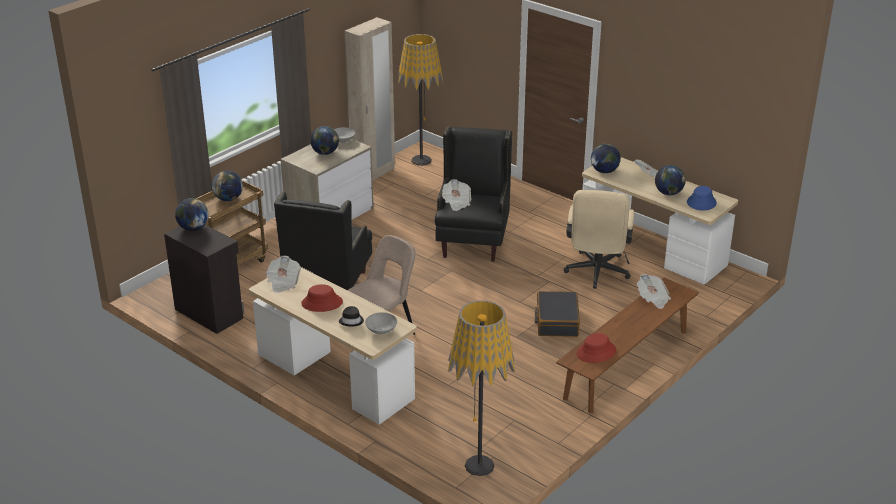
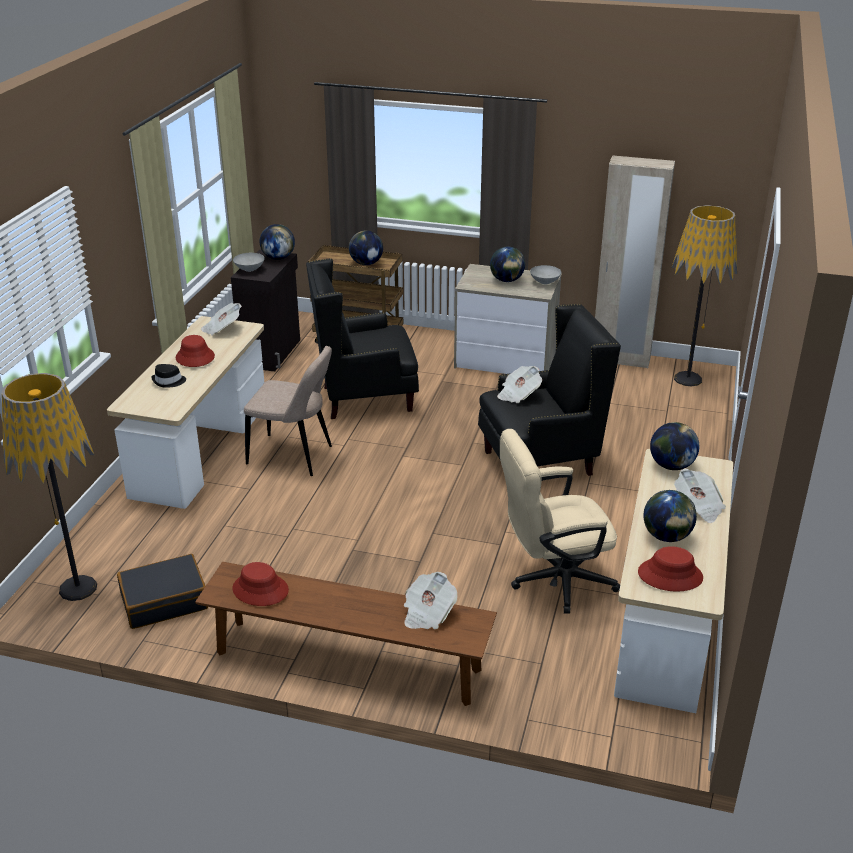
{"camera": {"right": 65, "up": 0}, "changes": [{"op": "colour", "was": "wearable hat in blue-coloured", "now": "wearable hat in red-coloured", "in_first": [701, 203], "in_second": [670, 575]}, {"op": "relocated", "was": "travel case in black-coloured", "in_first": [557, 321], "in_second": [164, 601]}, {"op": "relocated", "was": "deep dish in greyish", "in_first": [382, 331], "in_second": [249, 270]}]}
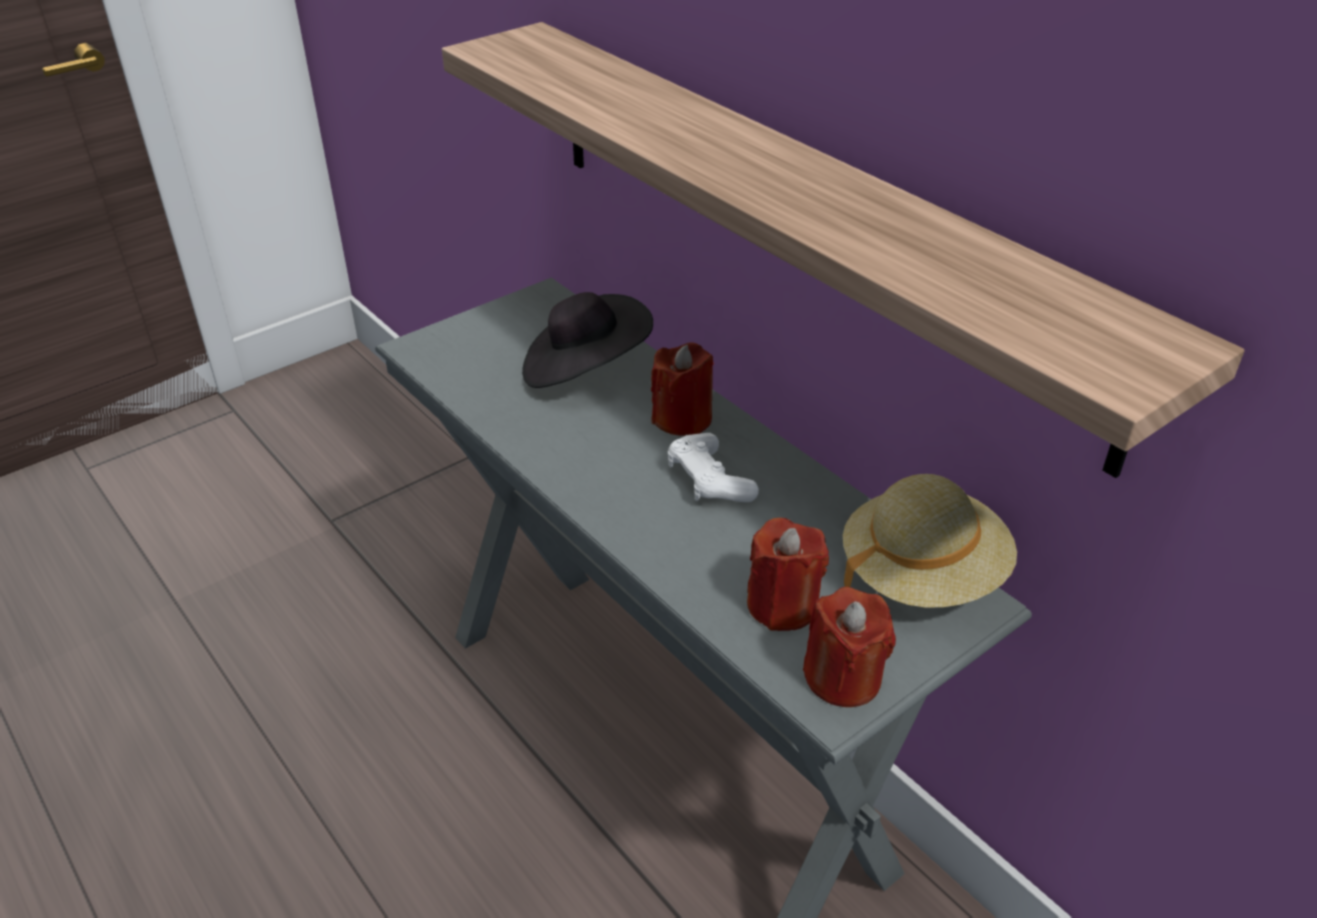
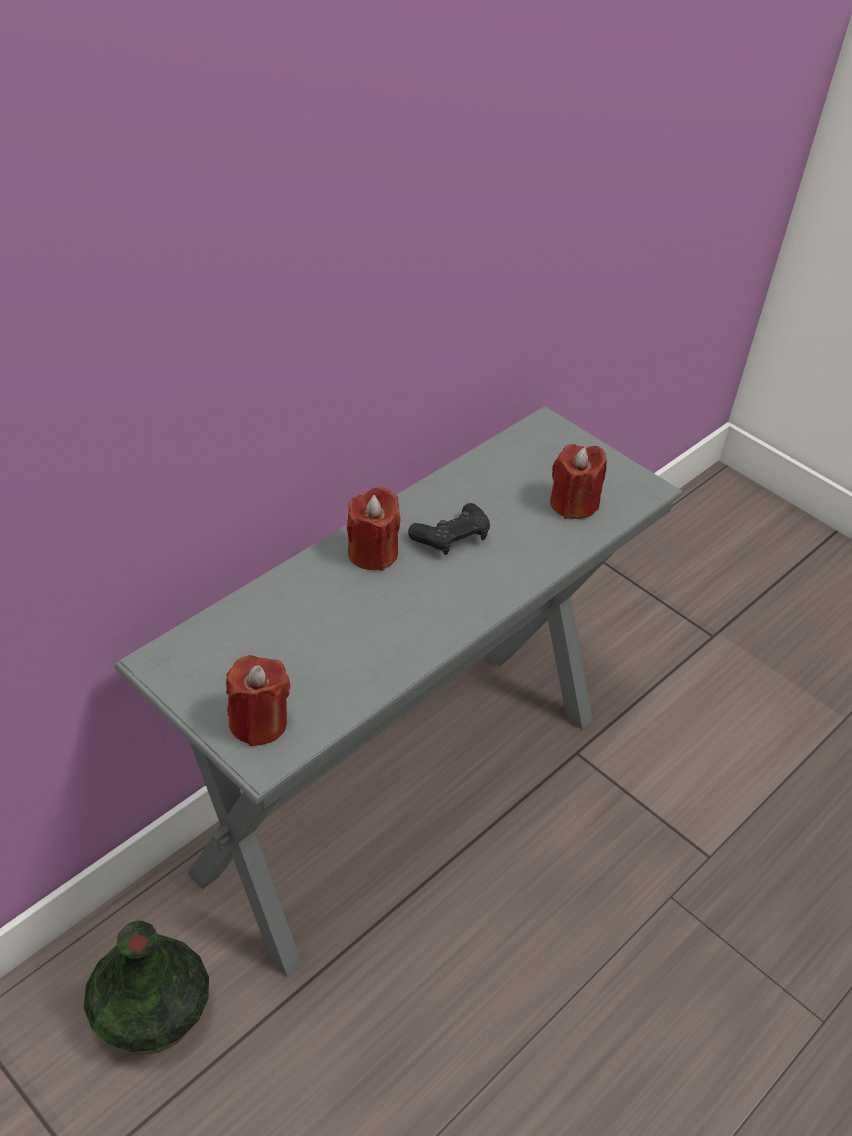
{"camera": {"right": -100, "up": 5}, "changes": [{"op": "missing", "was": "shelf", "in_first": [802, 220]}, {"op": "missing", "was": "wearable hat in black-coloured", "in_first": [584, 370]}, {"op": "colour", "was": "gamepad in white-coloured", "now": "gamepad in black-coloured", "in_first": [709, 481], "in_second": [451, 537]}, {"op": "missing", "was": "wearable hat in sand-coloured", "in_first": [922, 574]}, {"op": "relocated", "was": "wax candle in red-coloured", "in_first": [843, 678], "in_second": [258, 722]}, {"op": "appeared", "now": "flower vase", "in_second": [150, 1013]}]}
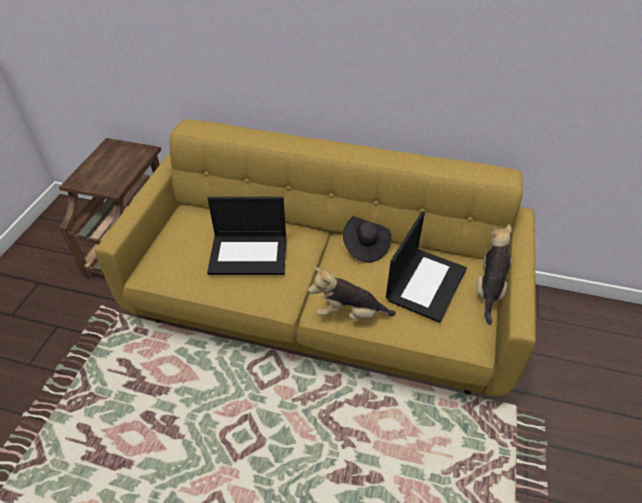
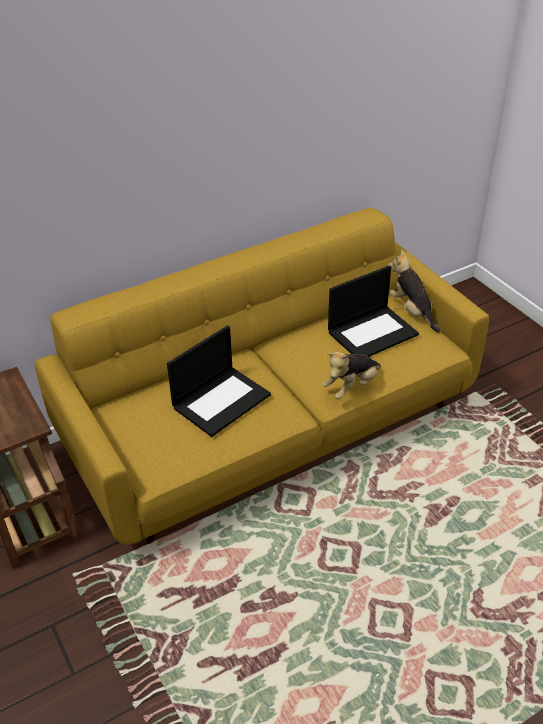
{"camera": {"right": -45, "up": -5}, "changes": [{"op": "spun", "was": "portable computer", "in_first": [426, 283], "in_second": [372, 332], "clockwise": 75}, {"op": "missing", "was": "wearable hat in black-coloured", "in_first": [365, 246]}]}
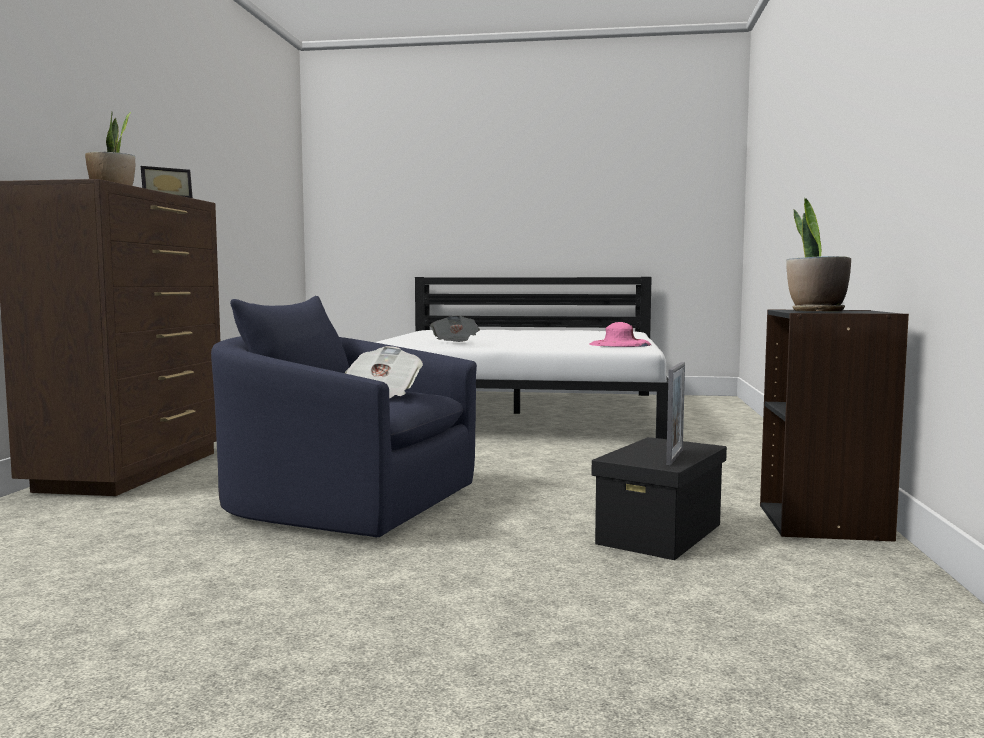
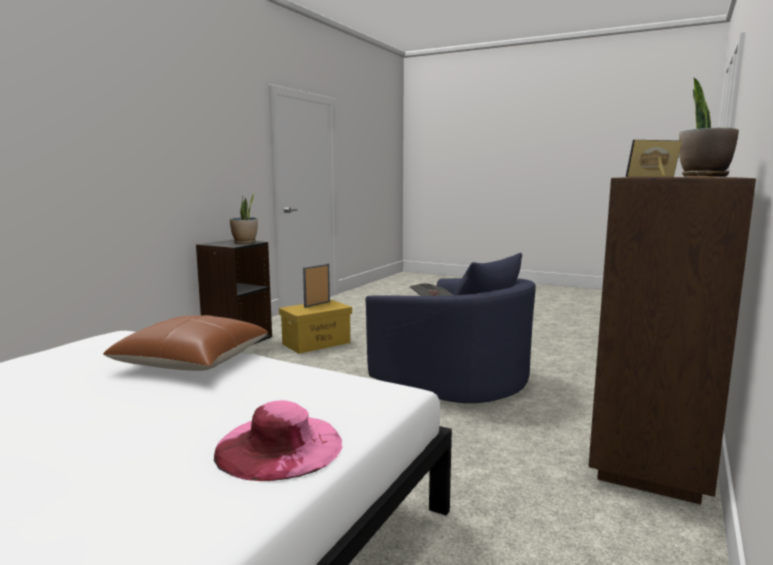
{"camera": {"right": -160, "up": 5}, "changes": [{"op": "missing", "was": "daily paper", "in_first": [455, 343]}, {"op": "relocated", "was": "wearable hat in pink", "in_first": [619, 344], "in_second": [279, 446]}, {"op": "colour", "was": "storage container in black-coloured", "now": "storage container in yellow-coloured", "in_first": [659, 533], "in_second": [316, 343]}, {"op": "appeared", "now": "pillow in brownish", "in_second": [192, 361]}]}
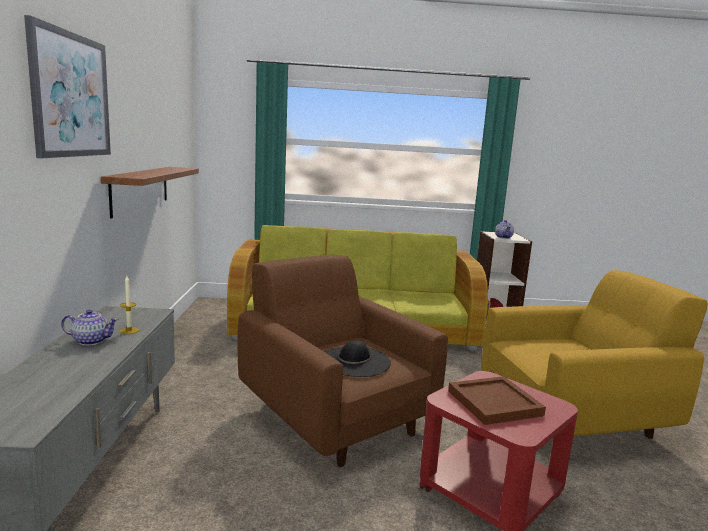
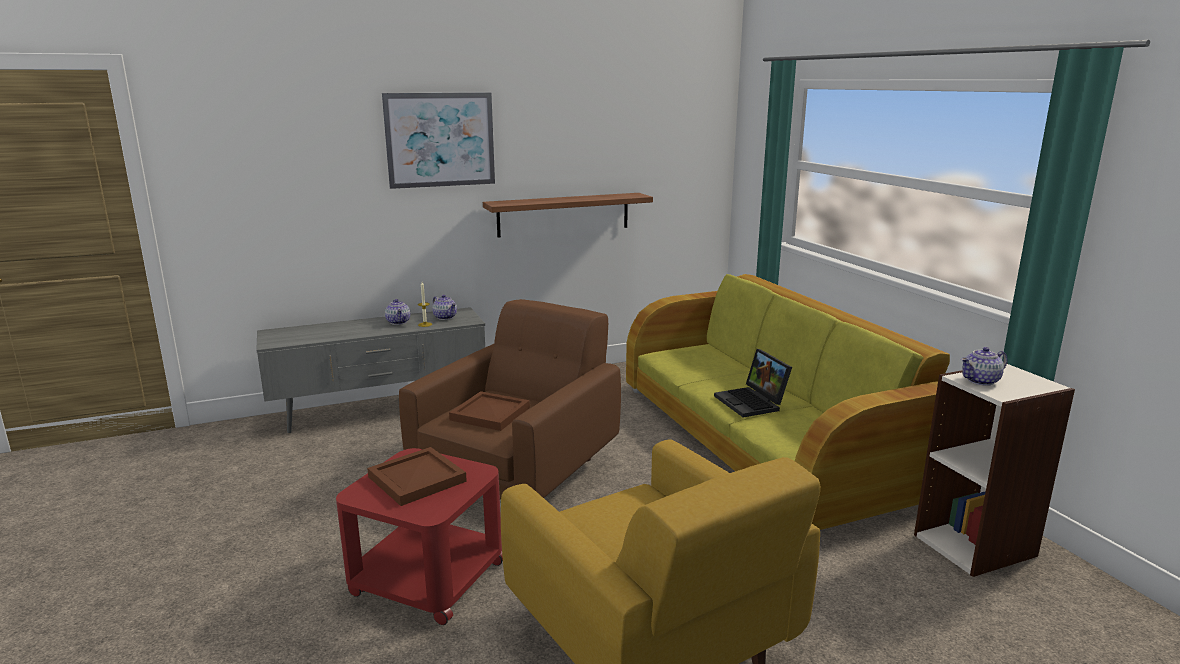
{"camera": {"right": 70, "up": 5}, "changes": [{"op": "exchanged", "was": "wearable hat in black-coloured", "now": "carrying tray in brownish", "in_first": [354, 361], "in_second": [489, 414]}, {"op": "appeared", "now": "teapot", "in_second": [445, 317]}, {"op": "appeared", "now": "portable computer", "in_second": [752, 403]}]}
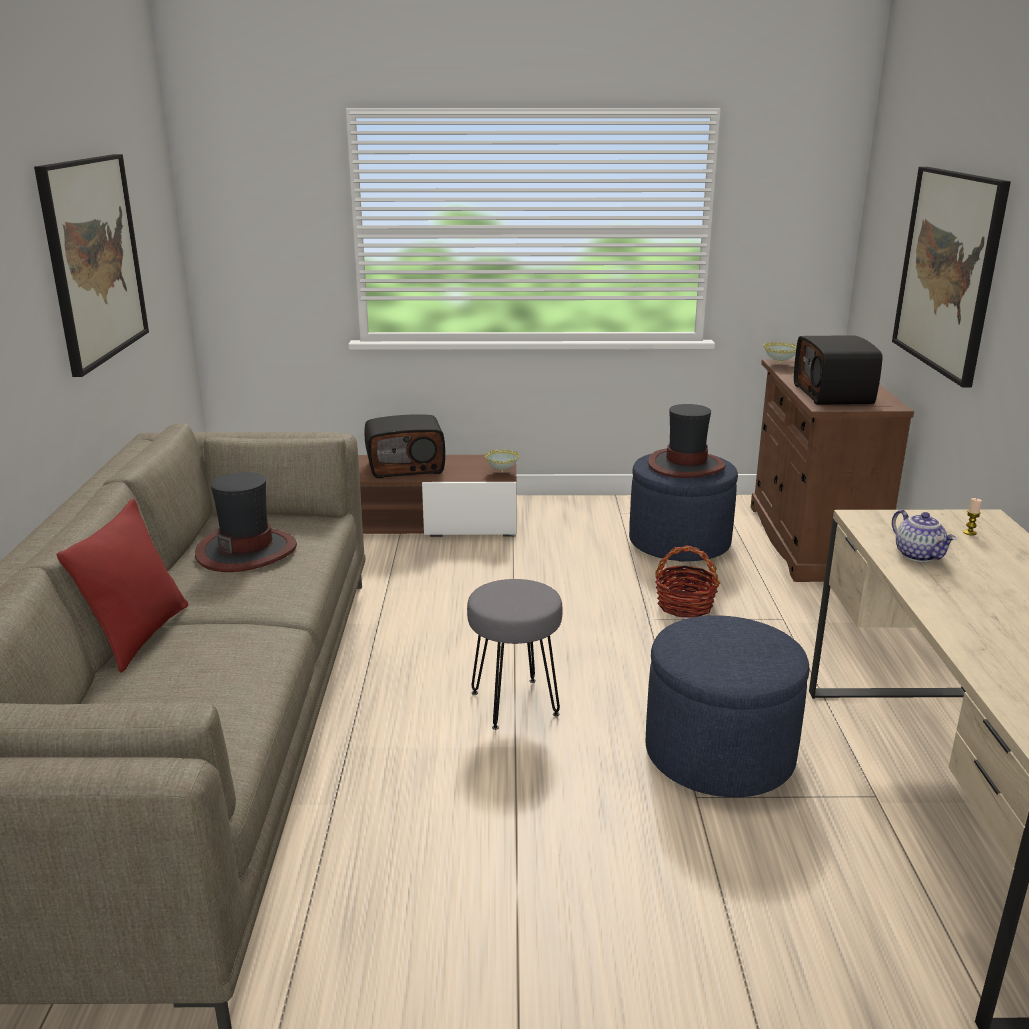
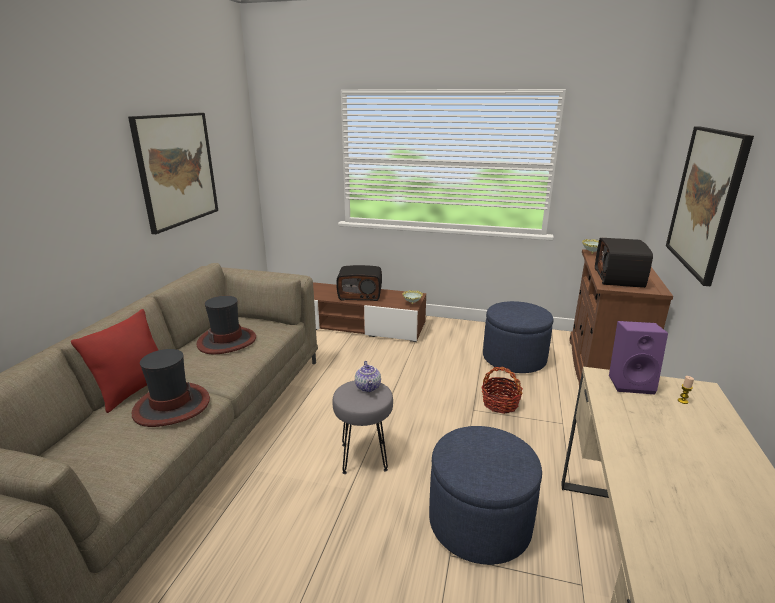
{"camera": {"right": 15, "up": 0}, "changes": [{"op": "relocated", "was": "wearable hat", "in_first": [685, 465], "in_second": [171, 406]}, {"op": "relocated", "was": "teapot", "in_first": [919, 555], "in_second": [368, 387]}, {"op": "appeared", "now": "speaker in purple", "in_second": [631, 383]}]}
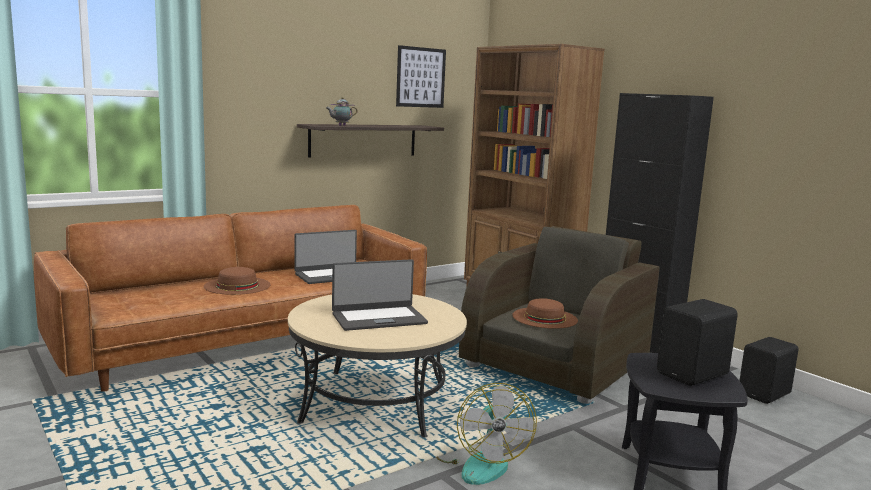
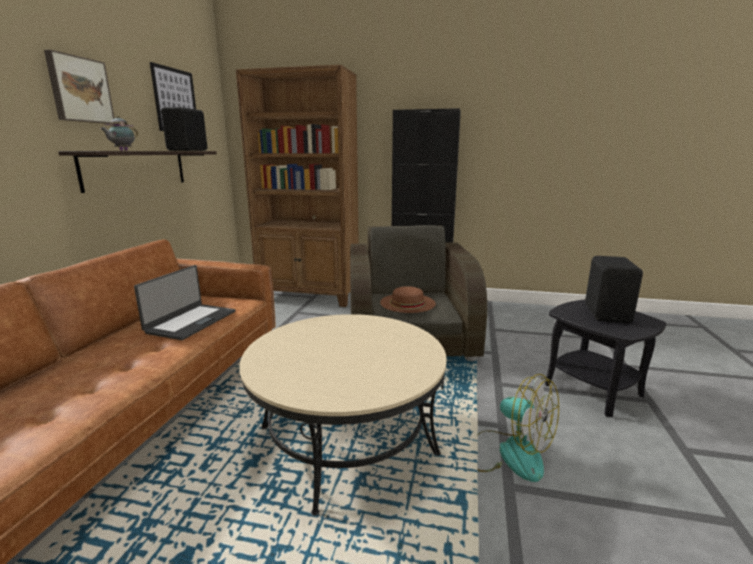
{"camera": {"right": -40, "up": 5}, "changes": [{"op": "missing", "was": "portable computer", "in_first": [378, 318]}, {"op": "missing", "was": "wearable hat in brownish", "in_first": [237, 285]}, {"op": "relocated", "was": "speaker in black-coloured", "in_first": [766, 394], "in_second": [189, 150]}, {"op": "appeared", "now": "wall picture", "in_second": [79, 90]}]}
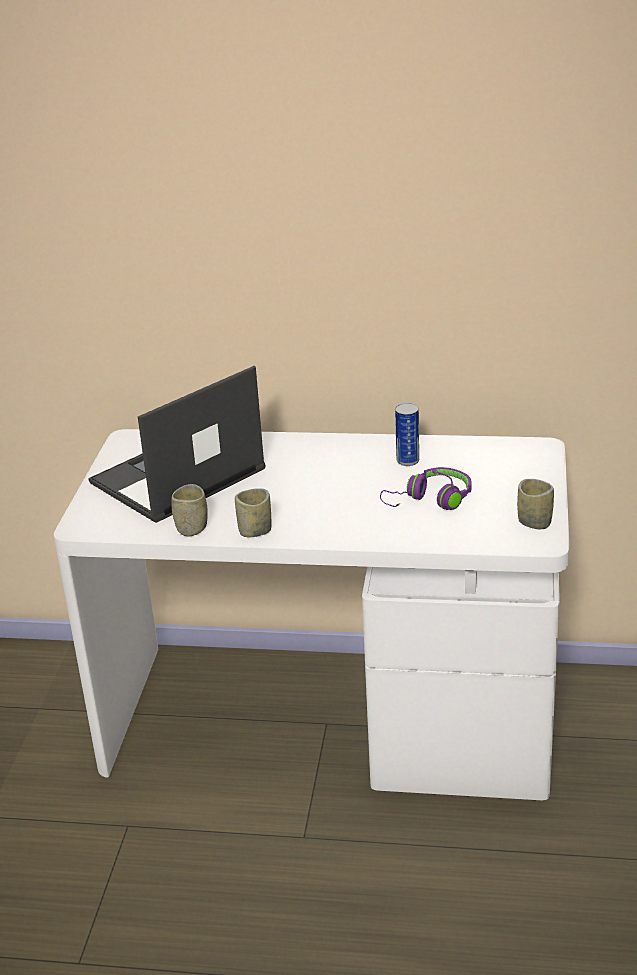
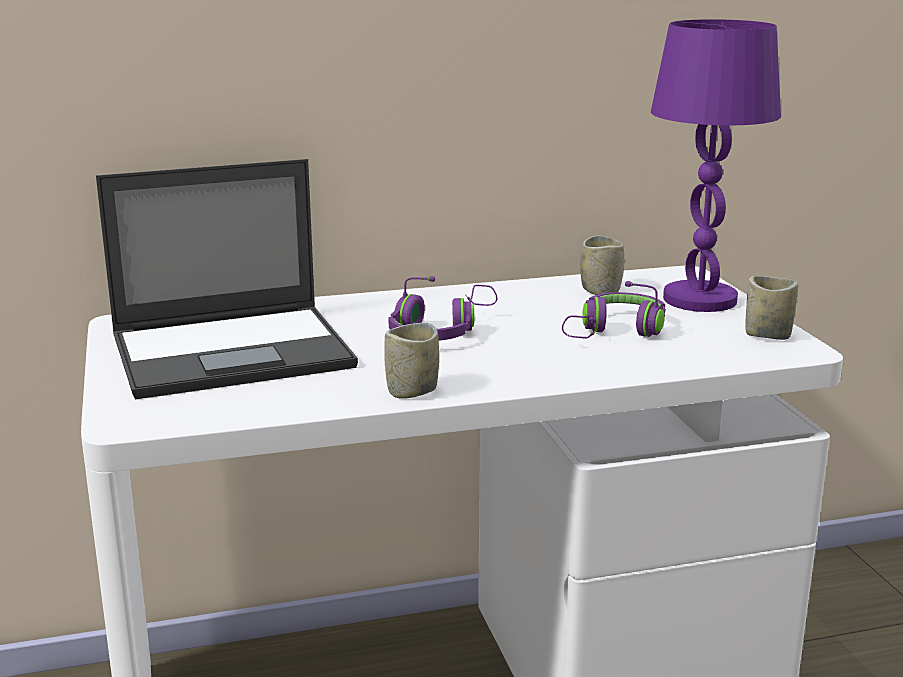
{"camera": {"right": -25, "up": -10}, "changes": [{"op": "spun", "was": "portable computer", "in_first": [176, 477], "in_second": [235, 351], "clockwise": -135}, {"op": "missing", "was": "can", "in_first": [407, 461]}, {"op": "relocated", "was": "cup", "in_first": [192, 528], "in_second": [600, 291]}, {"op": "appeared", "now": "tabletop lamp in purple", "in_second": [700, 299]}, {"op": "appeared", "now": "pair of headphones in purple", "in_second": [440, 331]}]}
